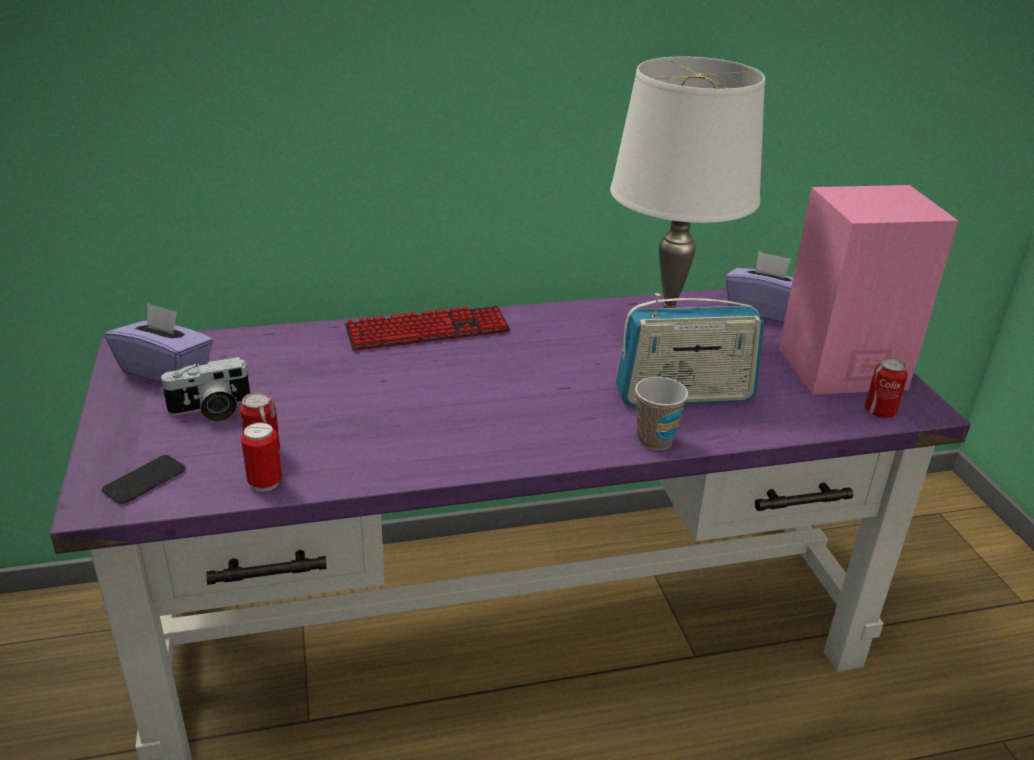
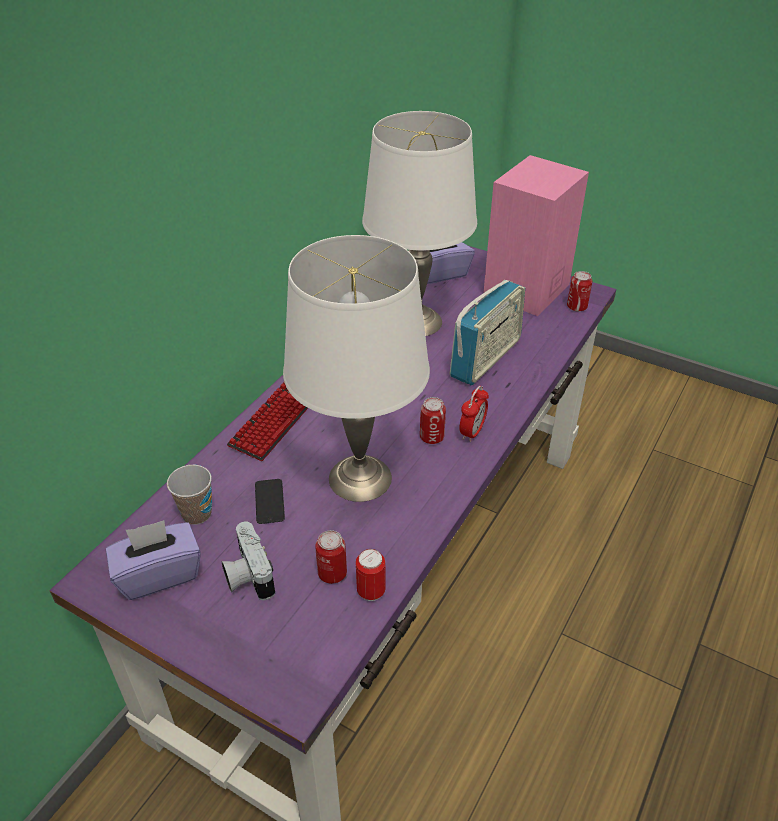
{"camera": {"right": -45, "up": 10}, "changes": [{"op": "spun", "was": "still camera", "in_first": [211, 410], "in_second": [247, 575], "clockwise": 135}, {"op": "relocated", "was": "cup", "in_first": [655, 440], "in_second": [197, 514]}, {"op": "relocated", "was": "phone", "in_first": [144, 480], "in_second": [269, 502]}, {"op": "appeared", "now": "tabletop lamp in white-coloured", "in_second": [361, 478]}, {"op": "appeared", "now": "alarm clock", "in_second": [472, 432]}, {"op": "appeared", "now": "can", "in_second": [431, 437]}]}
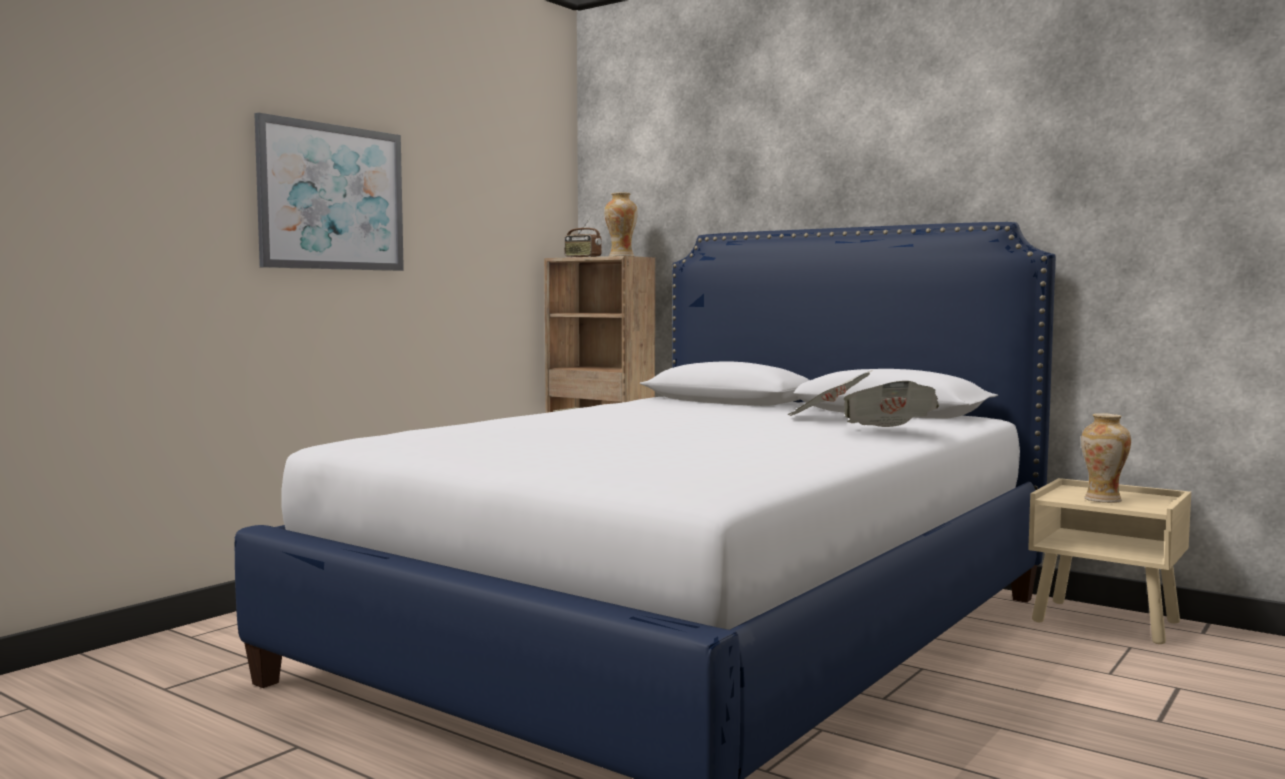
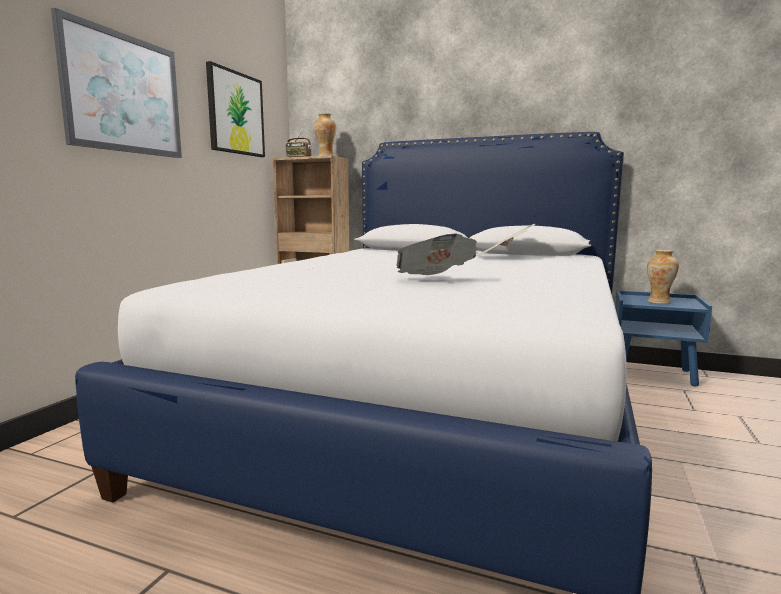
{"camera": {"right": -15, "up": 5}, "changes": [{"op": "relocated", "was": "daily paper", "in_first": [889, 433], "in_second": [435, 280]}, {"op": "colour", "was": "bedside table in sand-coloured", "now": "bedside table in blue-coloured", "in_first": [1107, 622], "in_second": [653, 374]}, {"op": "appeared", "now": "wall picture", "in_second": [235, 113]}]}
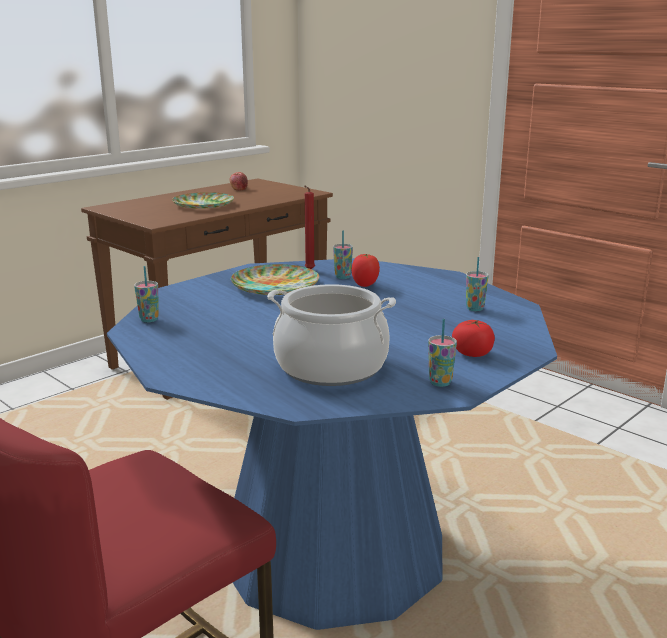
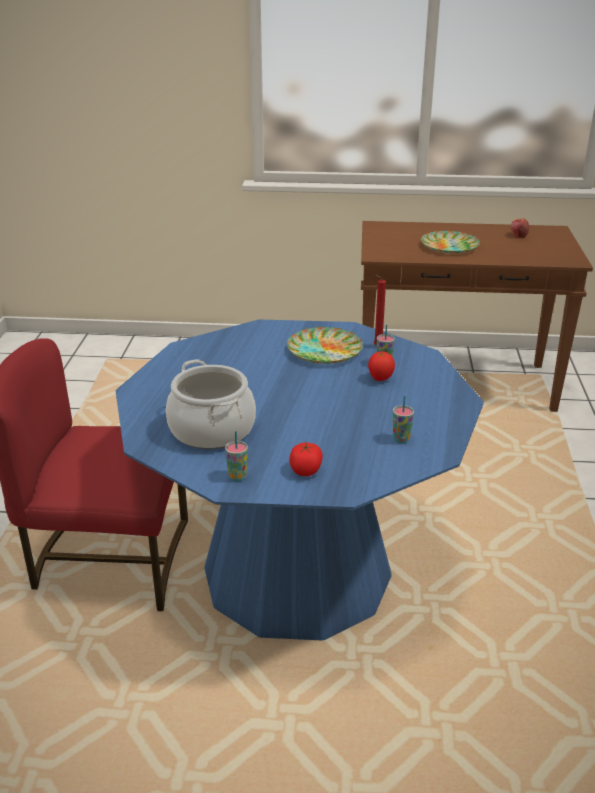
{"camera": {"right": 50, "up": 10}, "changes": [{"op": "missing", "was": "cup", "in_first": [149, 320]}]}
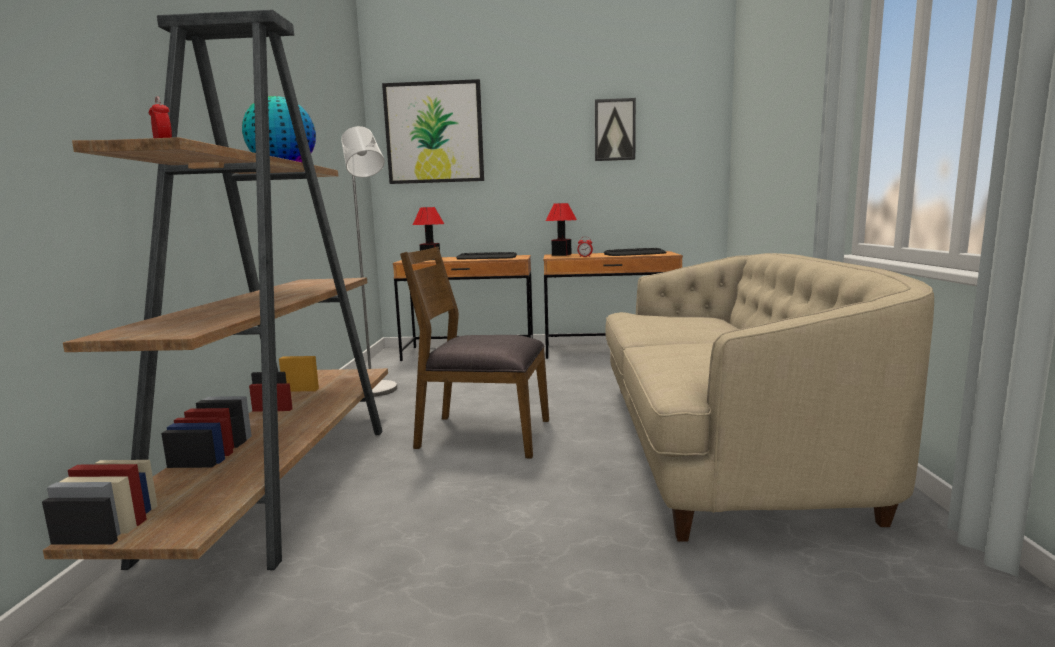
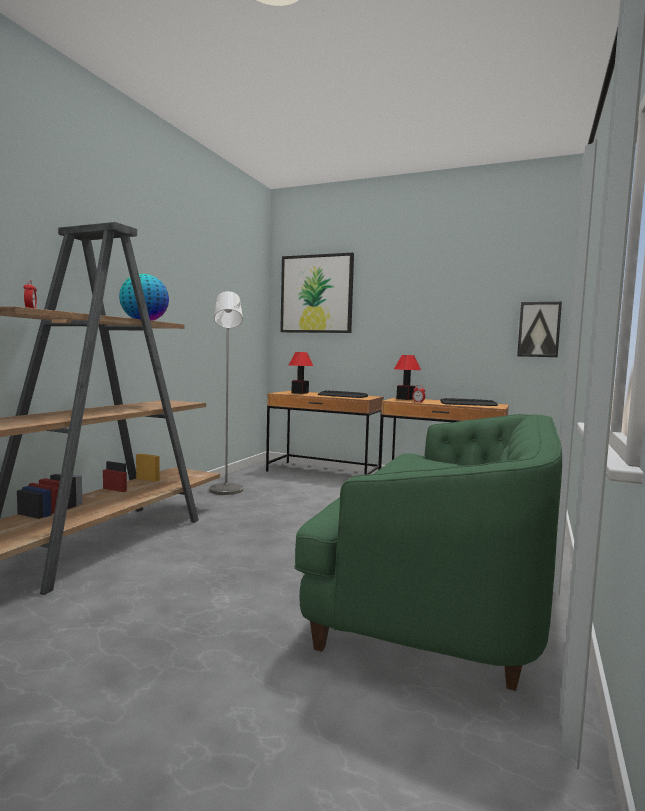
{"camera": {"right": 20, "up": -5}, "changes": [{"op": "relocated", "was": "wall picture", "in_first": [614, 130], "in_second": [539, 329]}, {"op": "missing", "was": "upright chair in brownish", "in_first": [483, 434]}, {"op": "colour", "was": "sofa in sand-coloured", "now": "sofa in green-coloured", "in_first": [719, 443], "in_second": [443, 583]}]}
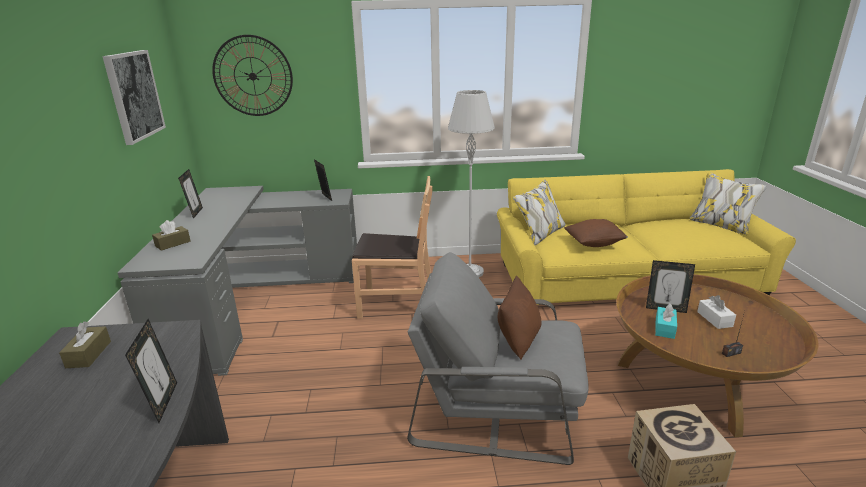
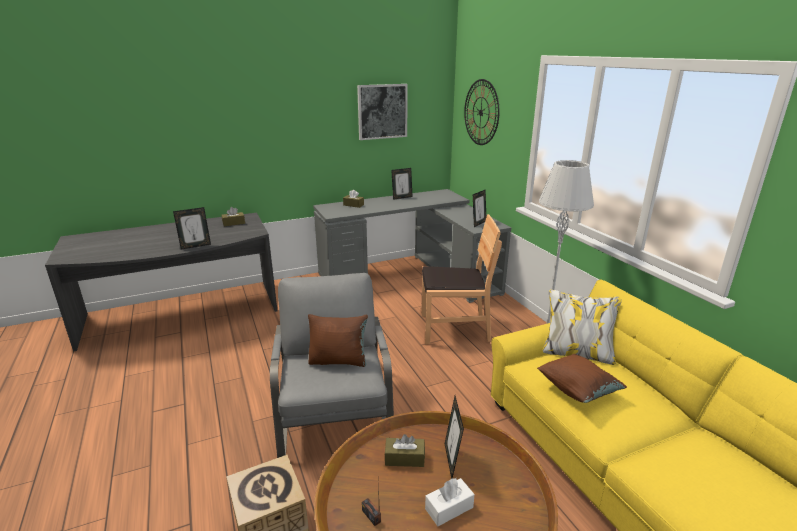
{"camera": {"right": 70, "up": 0}, "changes": [{"op": "spun", "was": "upright chair in brownish", "in_first": [396, 302], "in_second": [454, 328], "clockwise": -75}, {"op": "colour", "was": "tissue holder in turquoise-coloured", "now": "tissue holder in brownish", "in_first": [664, 328], "in_second": [404, 458]}]}
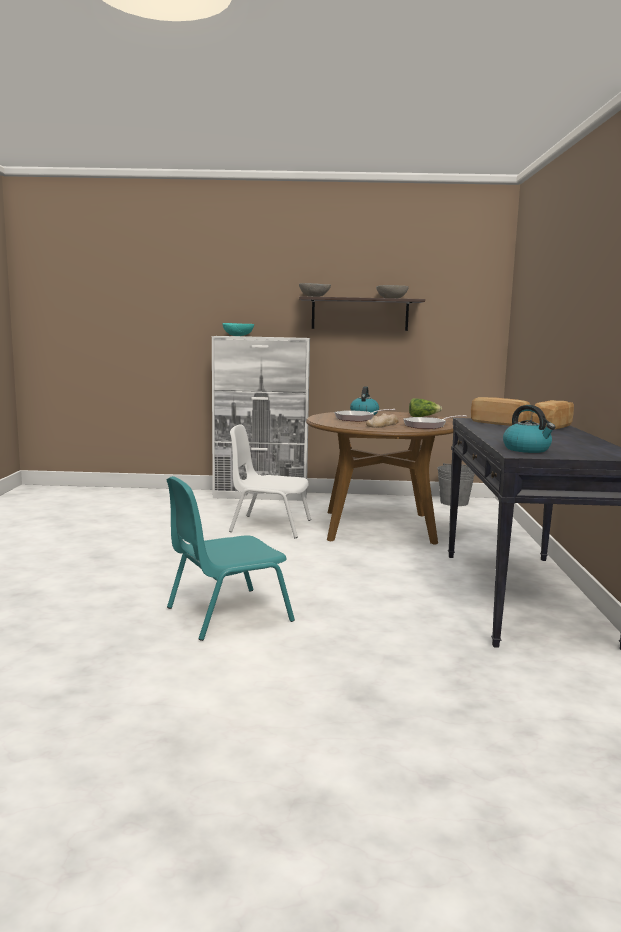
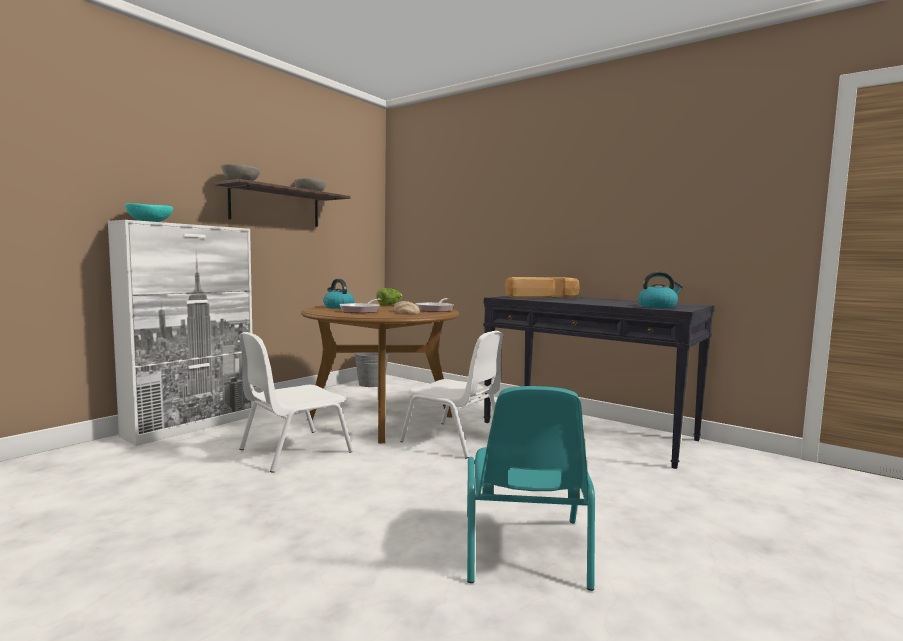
{"camera": {"right": -55, "up": -5}, "changes": [{"op": "appeared", "now": "upright chair in white-coloured", "in_second": [454, 440]}]}
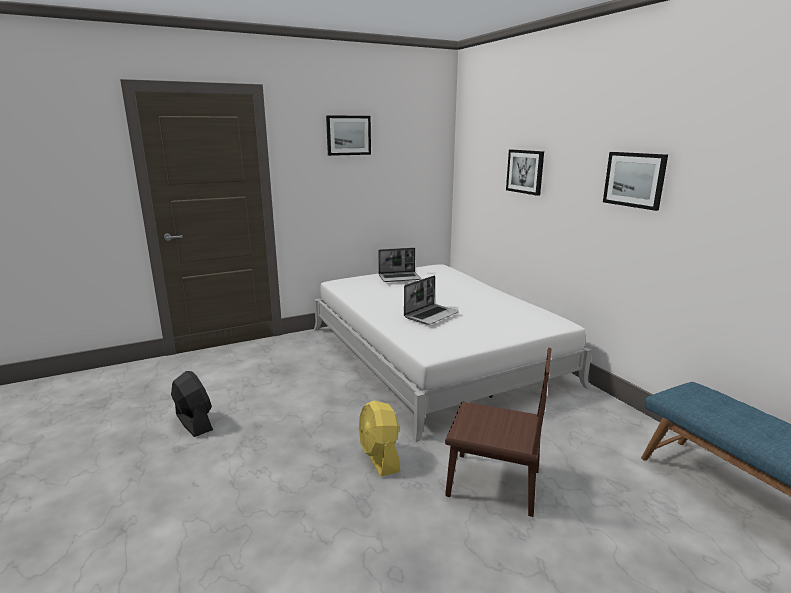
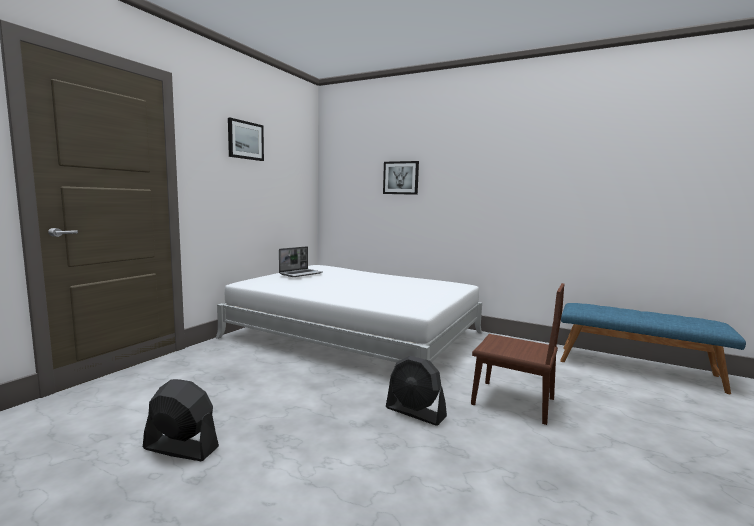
{"camera": {"right": -35, "up": -10}, "changes": [{"op": "missing", "was": "wall picture", "in_first": [634, 180]}, {"op": "missing", "was": "portable computer", "in_first": [431, 315]}, {"op": "spun", "was": "upright chair in brownish", "in_first": [493, 483], "in_second": [512, 401], "clockwise": 45}, {"op": "colour", "was": "cooling fan in yellow-coloured", "now": "cooling fan in black-coloured", "in_first": [379, 457], "in_second": [415, 412]}]}
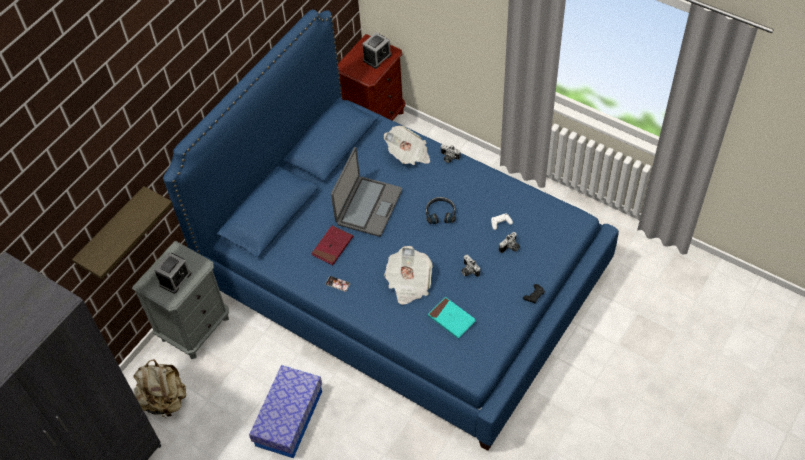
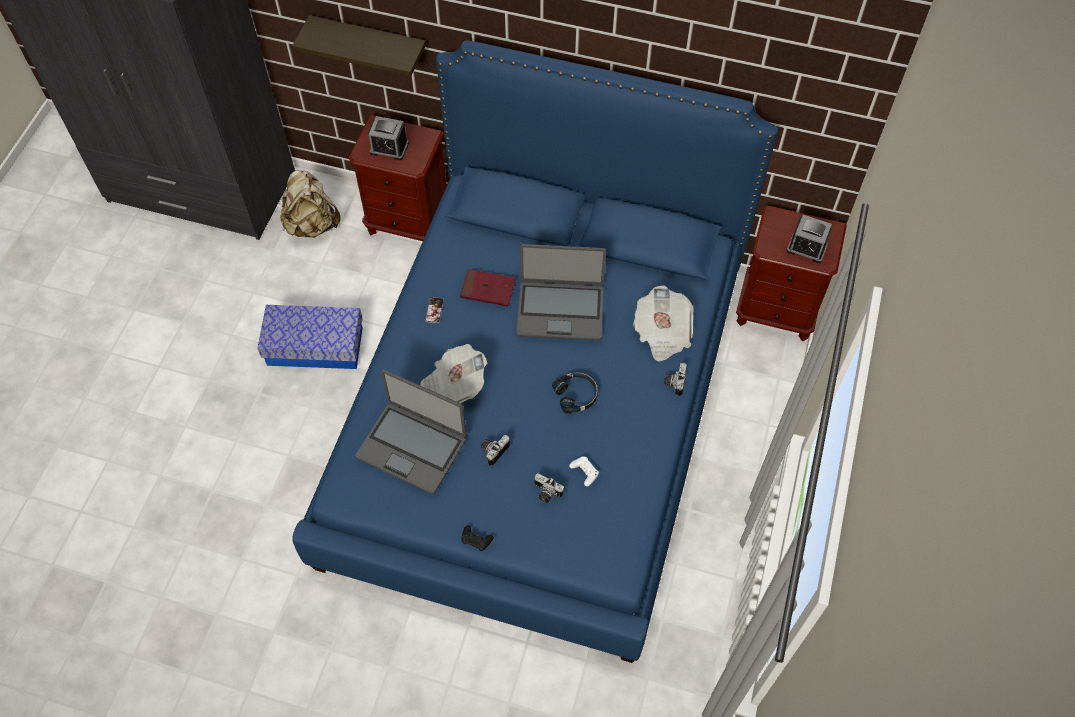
{"camera": {"right": 70, "up": 5}, "changes": [{"op": "colour", "was": "bedside table in greyish", "now": "bedside table in brownish", "in_first": [195, 328], "in_second": [407, 222]}, {"op": "exchanged", "was": "volume in turquoise-coloured", "now": "portable computer", "in_first": [451, 319], "in_second": [412, 447]}]}
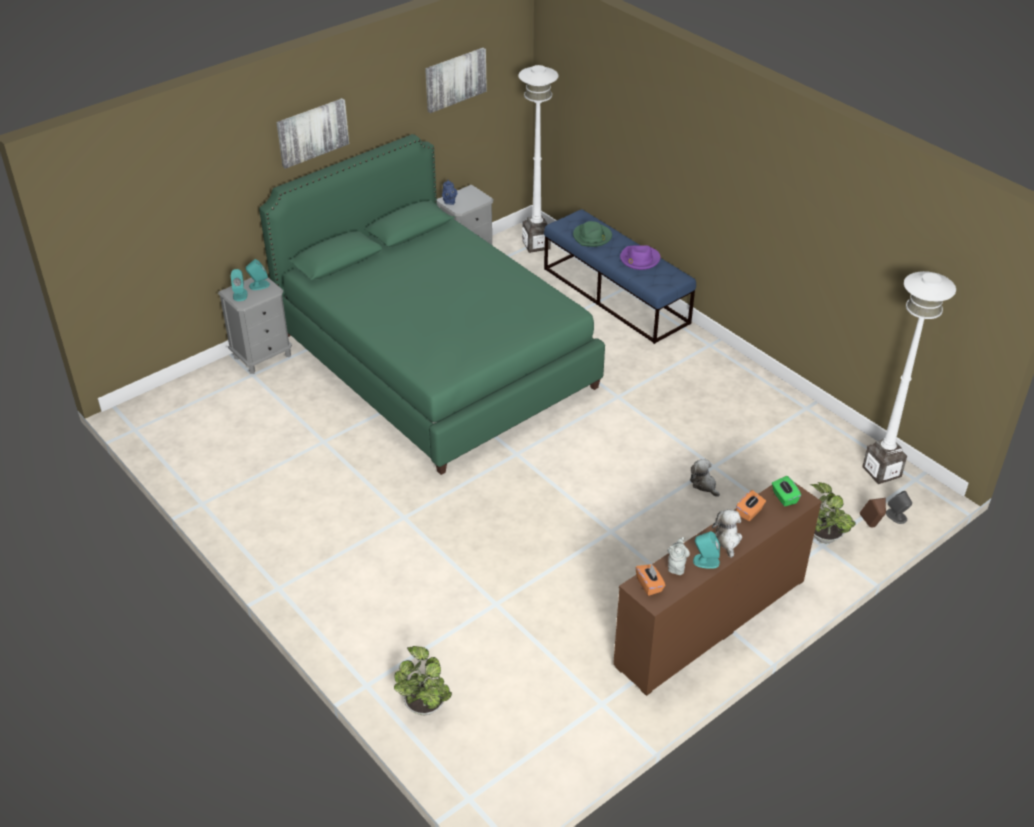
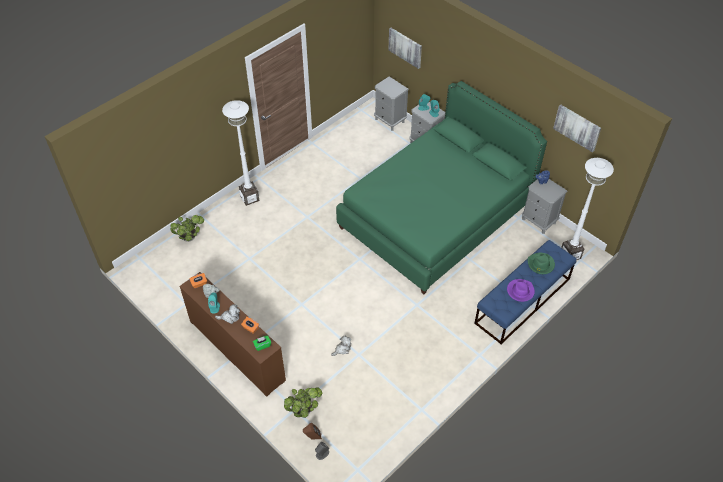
{"camera": {"right": 85, "up": 10}, "changes": [{"op": "relocated", "was": "wall picture", "in_first": [312, 132], "in_second": [405, 47]}, {"op": "relocated", "was": "floor lamp in white-coloured", "in_first": [881, 471], "in_second": [250, 198]}, {"op": "appeared", "now": "bedside table in greyish", "in_second": [390, 120]}]}
